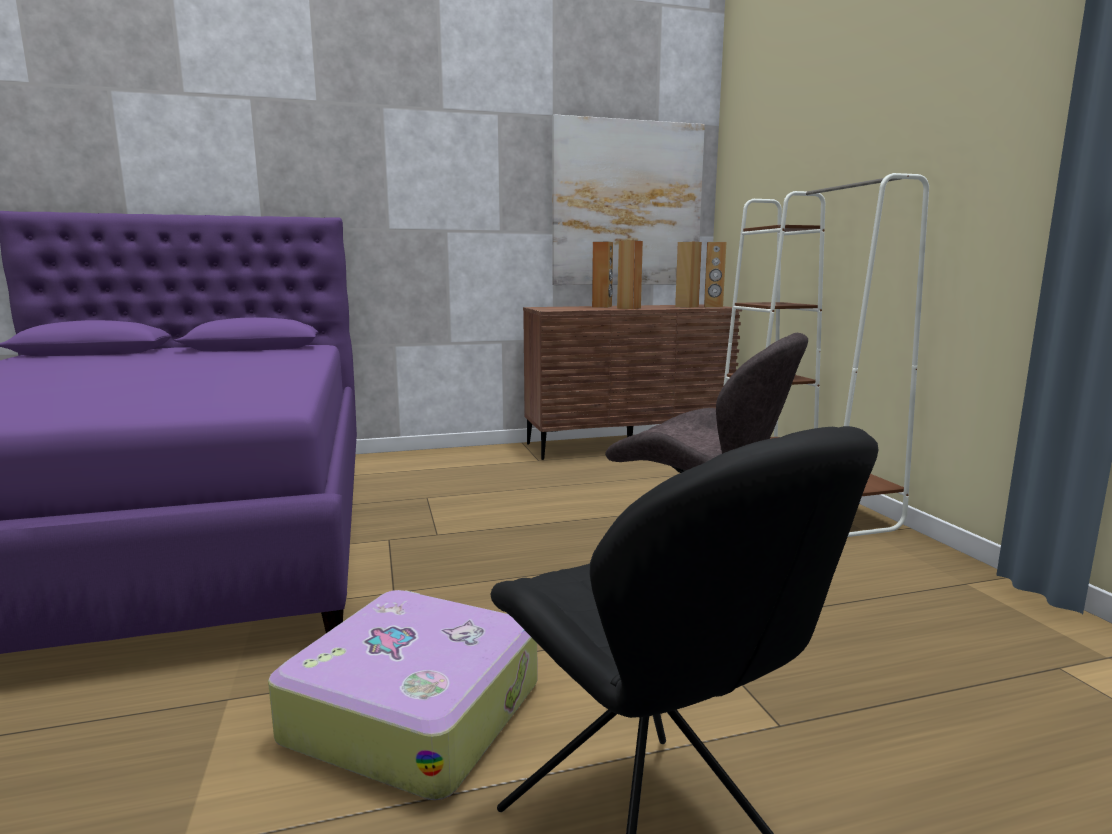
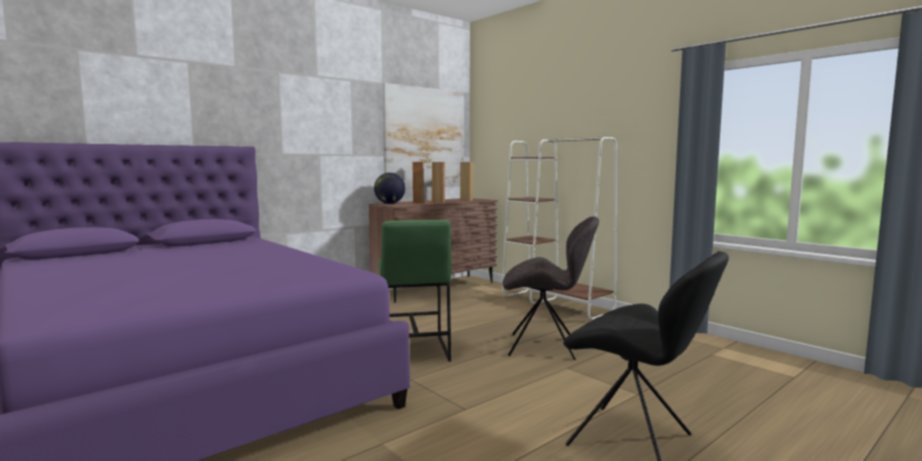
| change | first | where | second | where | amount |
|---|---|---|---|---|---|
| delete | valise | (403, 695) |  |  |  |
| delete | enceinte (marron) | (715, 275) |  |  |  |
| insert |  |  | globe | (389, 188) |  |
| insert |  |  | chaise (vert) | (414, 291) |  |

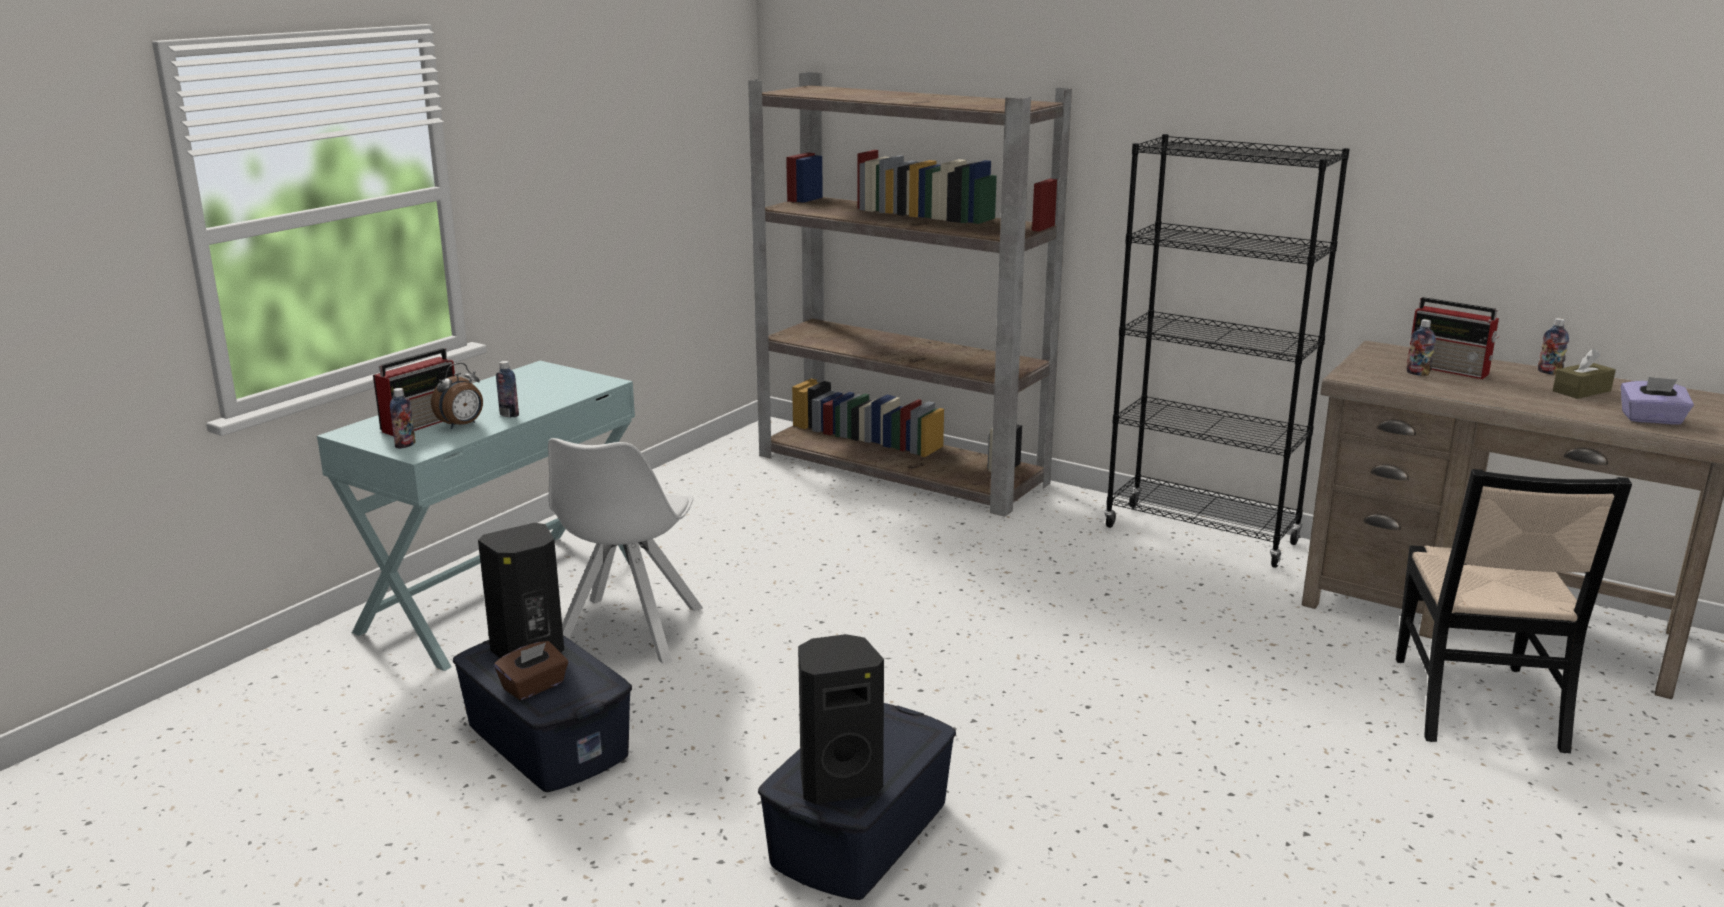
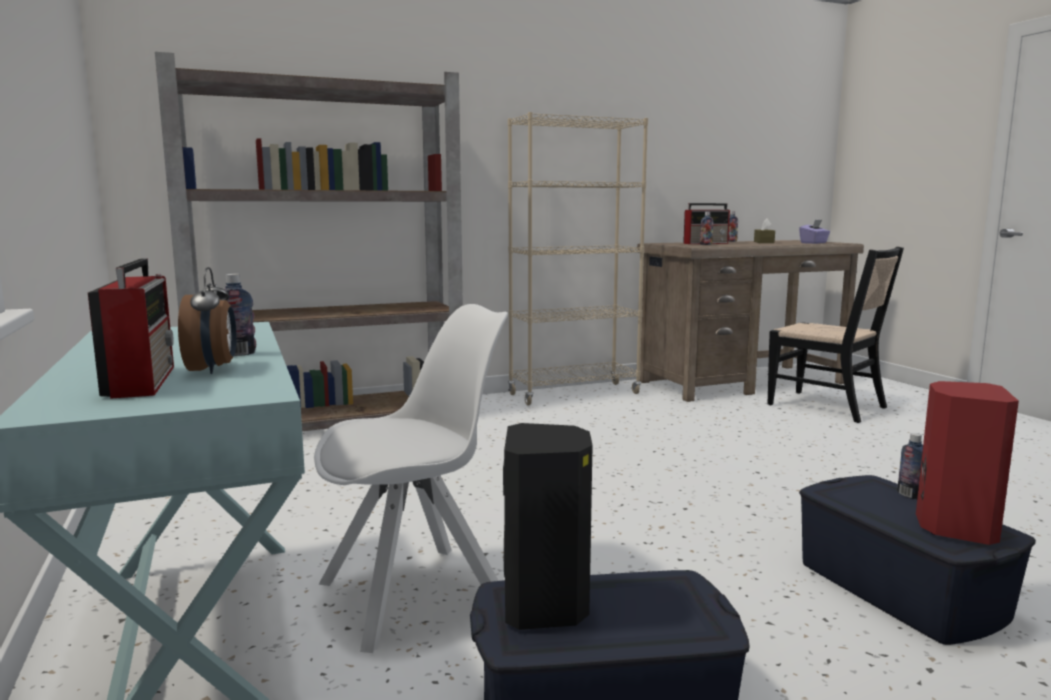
| change | first | where | second | where | amount |
|---|---|---|---|---|---|
| delete | boîte à mouchoirs (marron) | (531, 670) |  |  |  |
| move | bouteille | (402, 418) |  | (910, 466) |  |
| recolor | enceinte (noir) | (841, 719) | enceinte (rouge) | (967, 463) |  |
| recolor | bibliothèque (noir) | (1226, 351) | bibliothèque (beige) | (578, 259) |  |
| rotate | chaise (blanc) | (625, 551) |  | (411, 478) | 75 degrees counterclockwise |

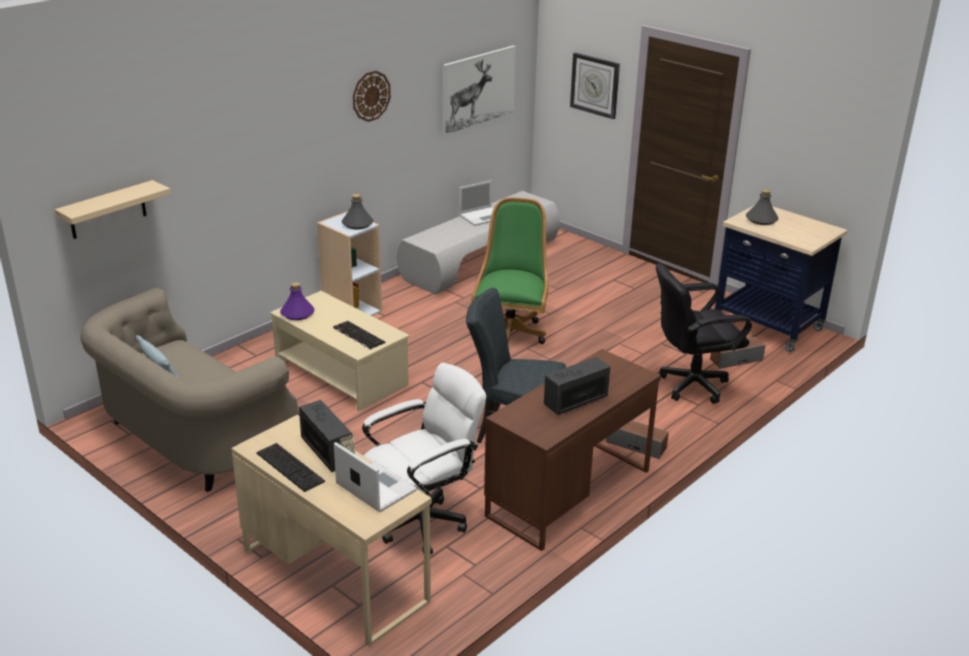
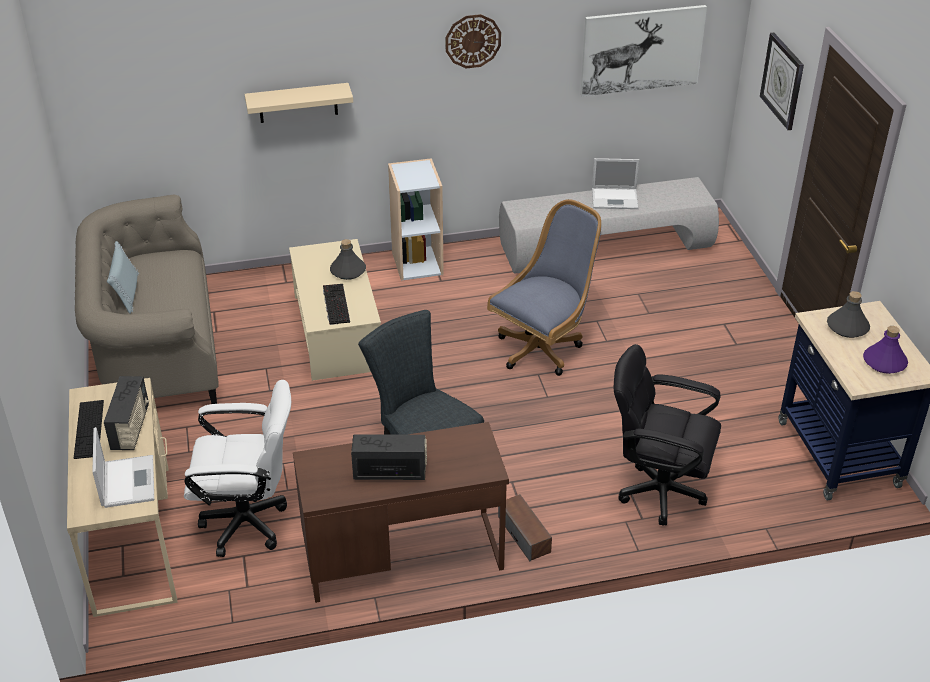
| change | first | where | second | where | amount |
|---|---|---|---|---|---|
| delete | enceinte | (737, 353) |  |  |  |
| move | étagère (beige) | (113, 209) |  | (299, 103) |  |
| move | bouteille (violet) | (297, 301) |  | (885, 350) |  |
| move | bouteille (gris) | (357, 211) |  | (348, 259) |  |
| recolor | chaise de bureau (vert) | (509, 270) | chaise de bureau (bleu) | (544, 287) |  |

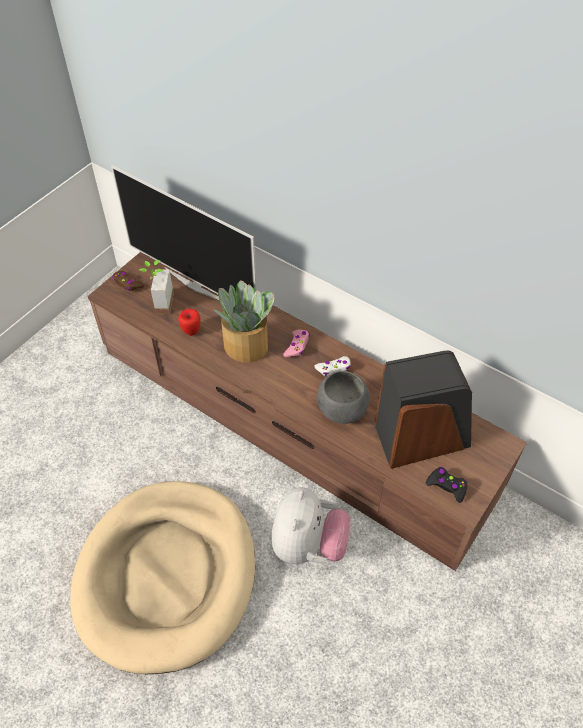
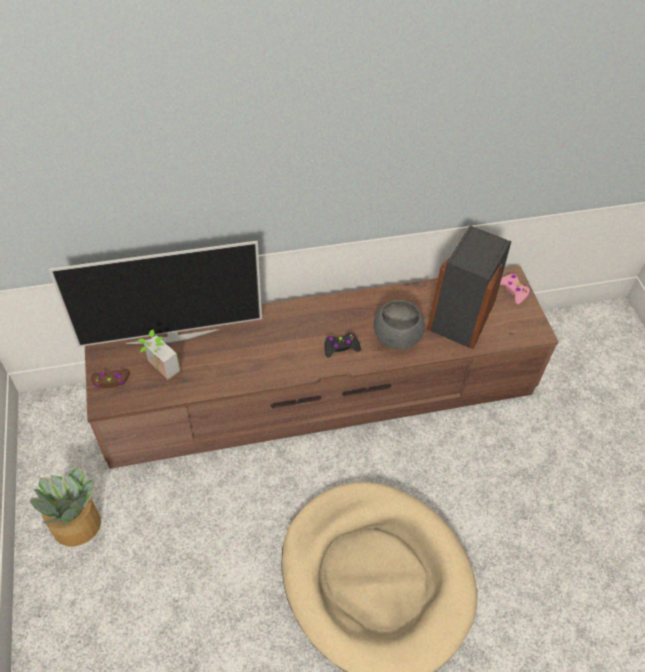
| change | first | where | second | where | amount |
|---|---|---|---|---|---|
| delete | pomme | (190, 322) |  |  |  |
| delete | peluche | (310, 525) |  |  |  |
| delete | manette (blanc) | (332, 366) |  |  |  |
| move | plante en pot | (244, 321) |  | (65, 506) |  |
| move | manette (rose) | (296, 343) |  | (515, 289) |  |
| move | manette (noir) | (447, 485) |  | (342, 344) |  |

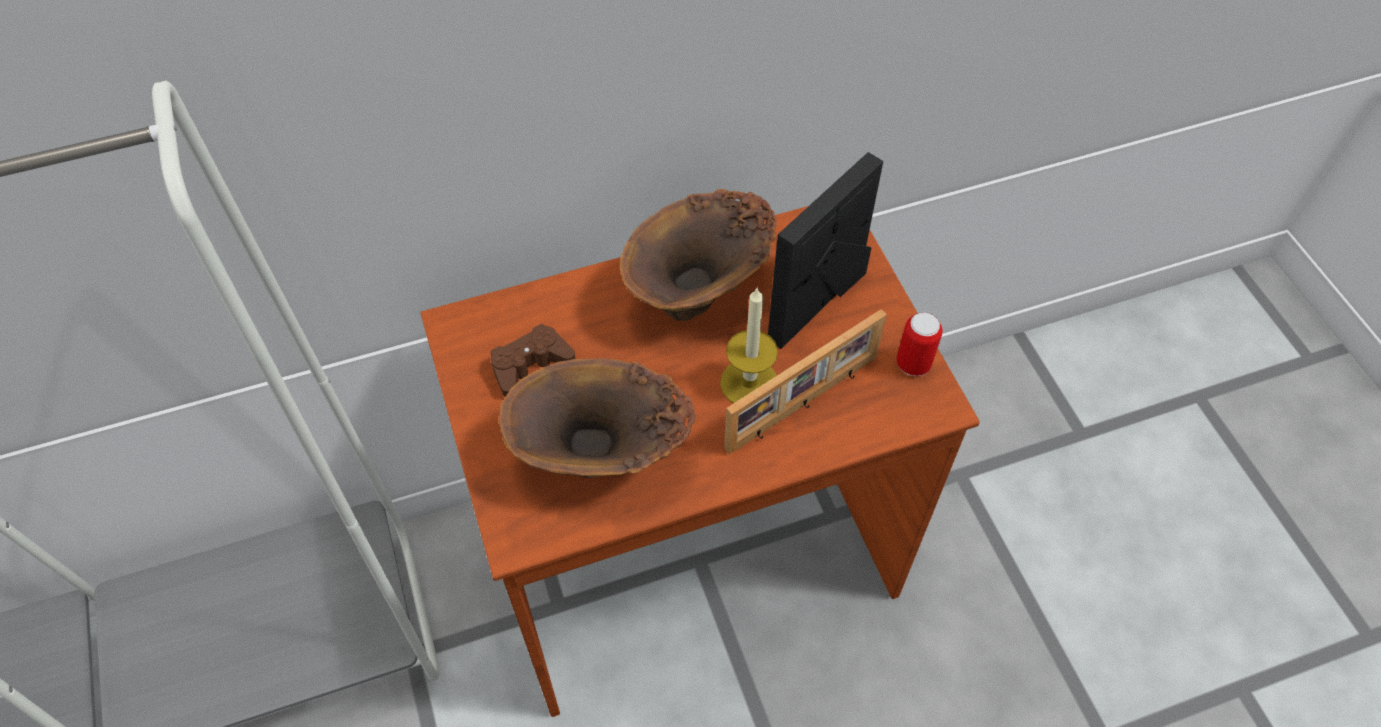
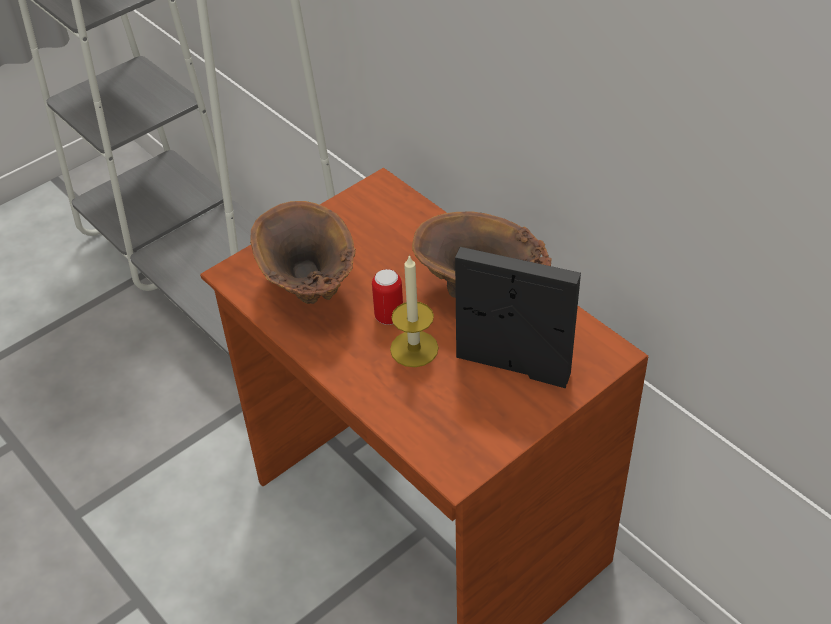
| change | first | where | second | where | amount |
|---|---|---|---|---|---|
| delete | manette (marron) | (533, 360) |  |  |  |
| delete | cadre photo | (805, 382) |  |  |  |
| move | boîte métallique | (919, 344) |  | (387, 297) |  |

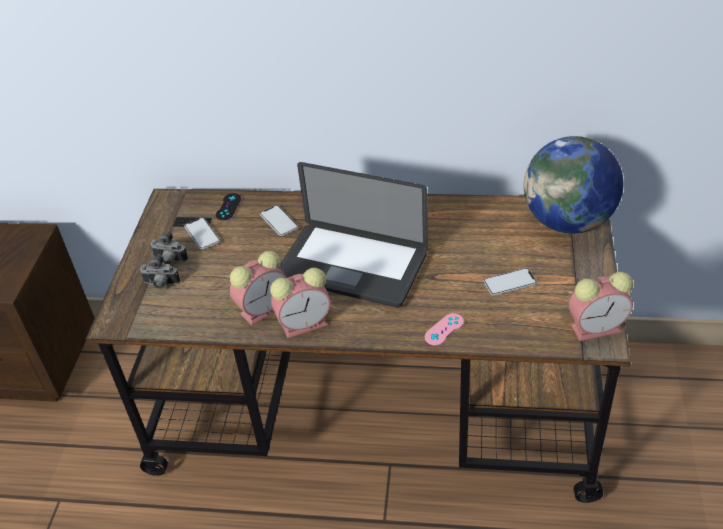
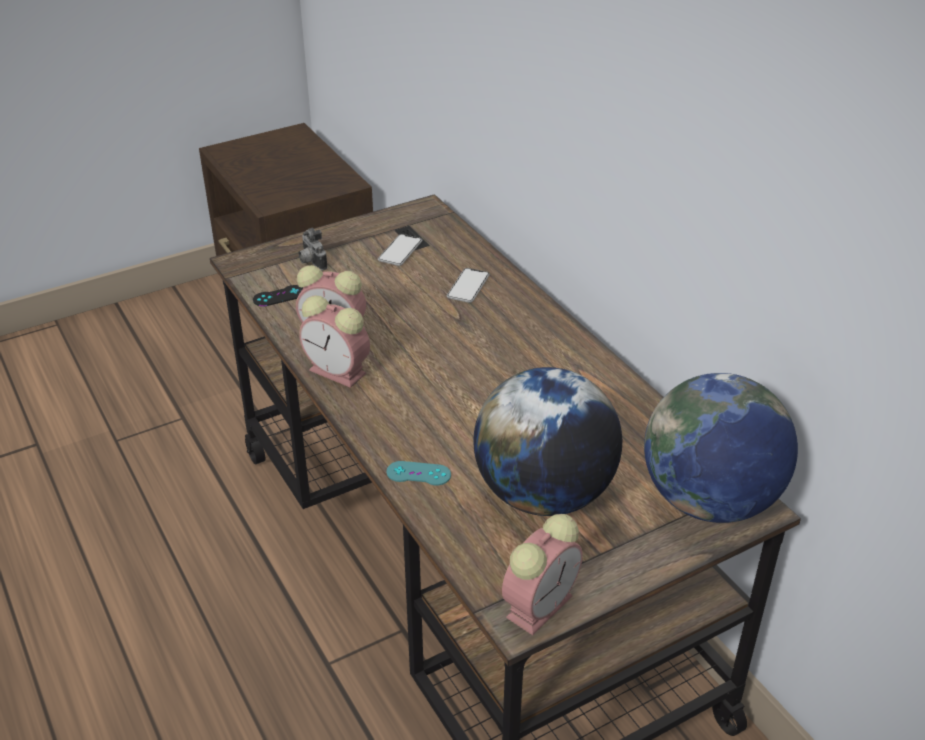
| change | first | where | second | where | amount |
|---|---|---|---|---|---|
| delete | appareil photo | (169, 248) |  |  |  |
| delete | ordinateur portable | (353, 235) |  |  |  |
| move | manette (noir) | (228, 206) |  | (278, 295) |  |
| replace | téléphone | (510, 282) | globe | (547, 441) |  |
| recolor | manette (rose) | (444, 329) | manette (turquoise) | (418, 473) |  |
| rotate | réveil | (601, 306) |  | (542, 574) | 90 degrees counterclockwise |

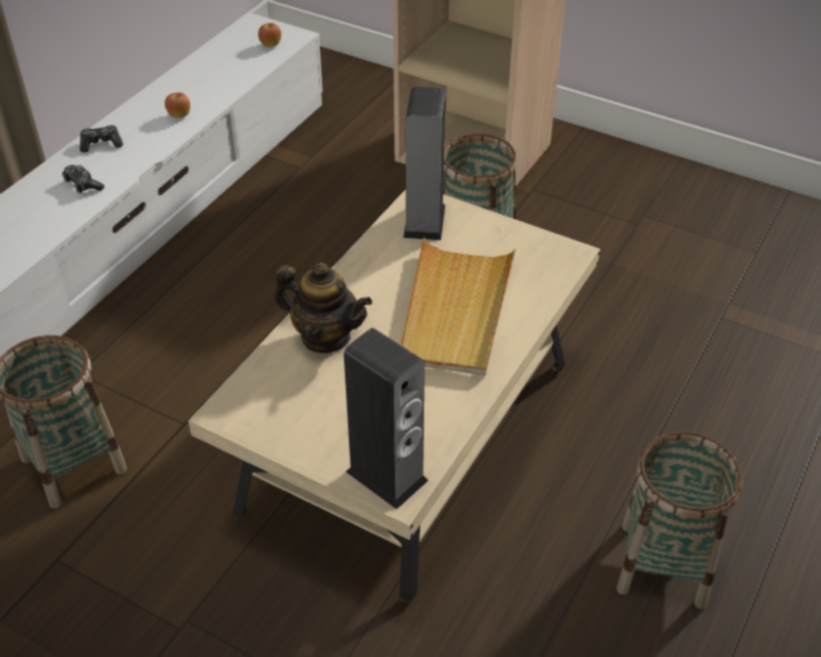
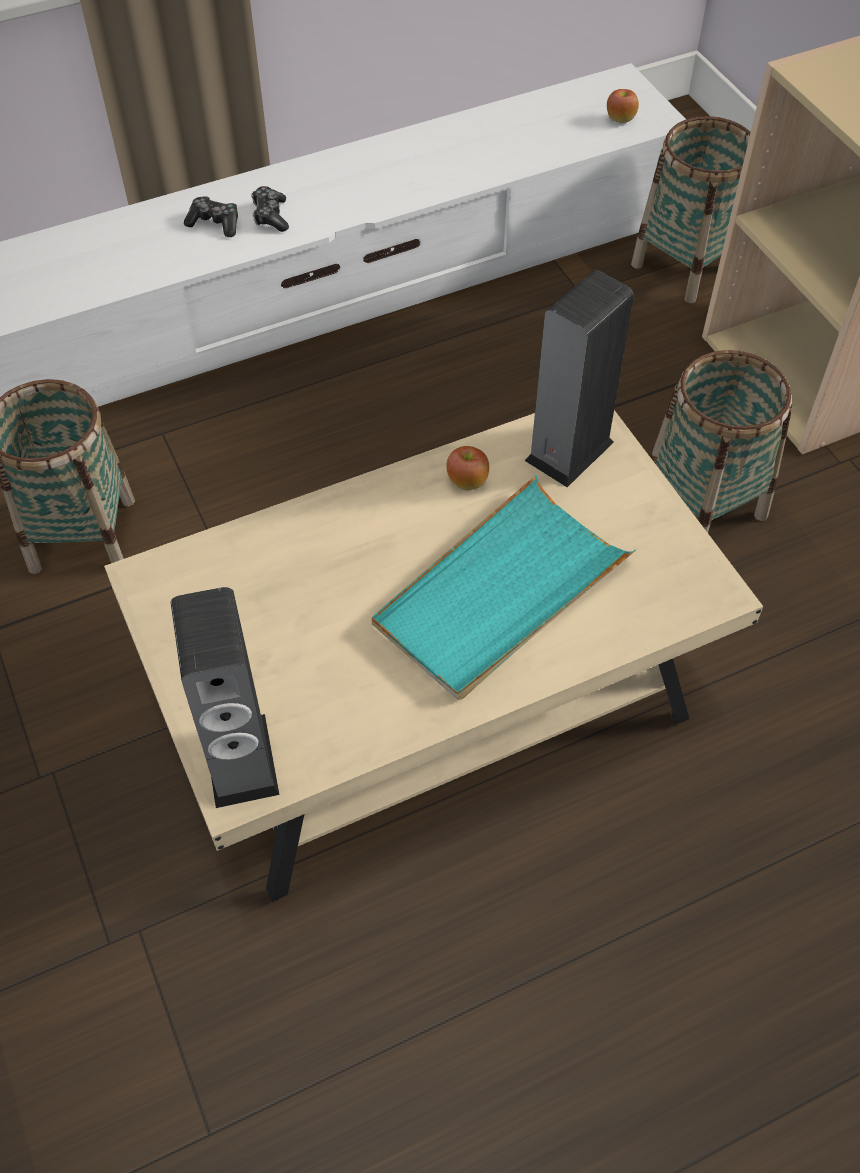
| change | first | where | second | where | amount |
|---|---|---|---|---|---|
| delete | théière | (323, 307) |  |  |  |
| move | manette | (101, 139) |  | (211, 216) |  |
| move | pomme | (177, 105) |  | (467, 468) |  |
| move | panier | (679, 520) |  | (691, 209) |  |
| recolor | plateau (beige) | (458, 307) | plateau (turquoise) | (504, 587) |  |

